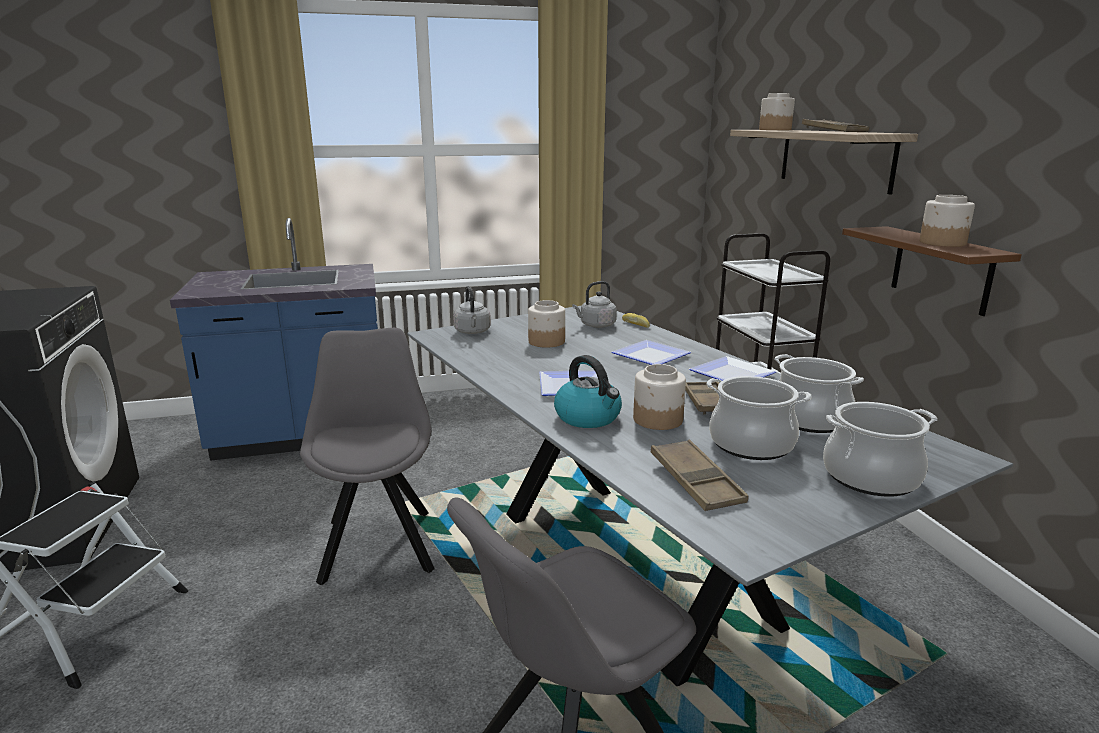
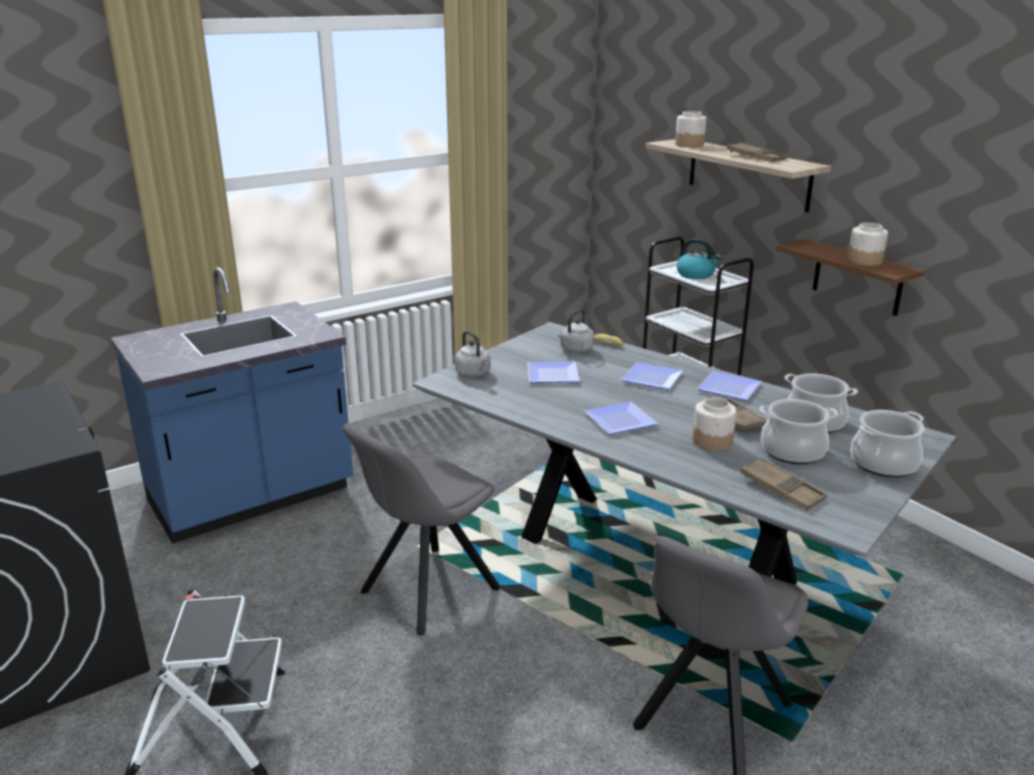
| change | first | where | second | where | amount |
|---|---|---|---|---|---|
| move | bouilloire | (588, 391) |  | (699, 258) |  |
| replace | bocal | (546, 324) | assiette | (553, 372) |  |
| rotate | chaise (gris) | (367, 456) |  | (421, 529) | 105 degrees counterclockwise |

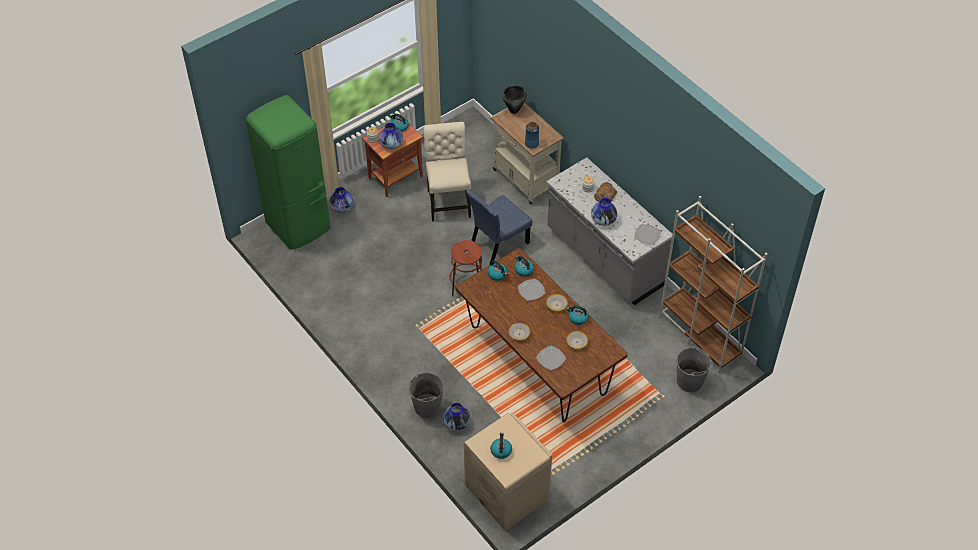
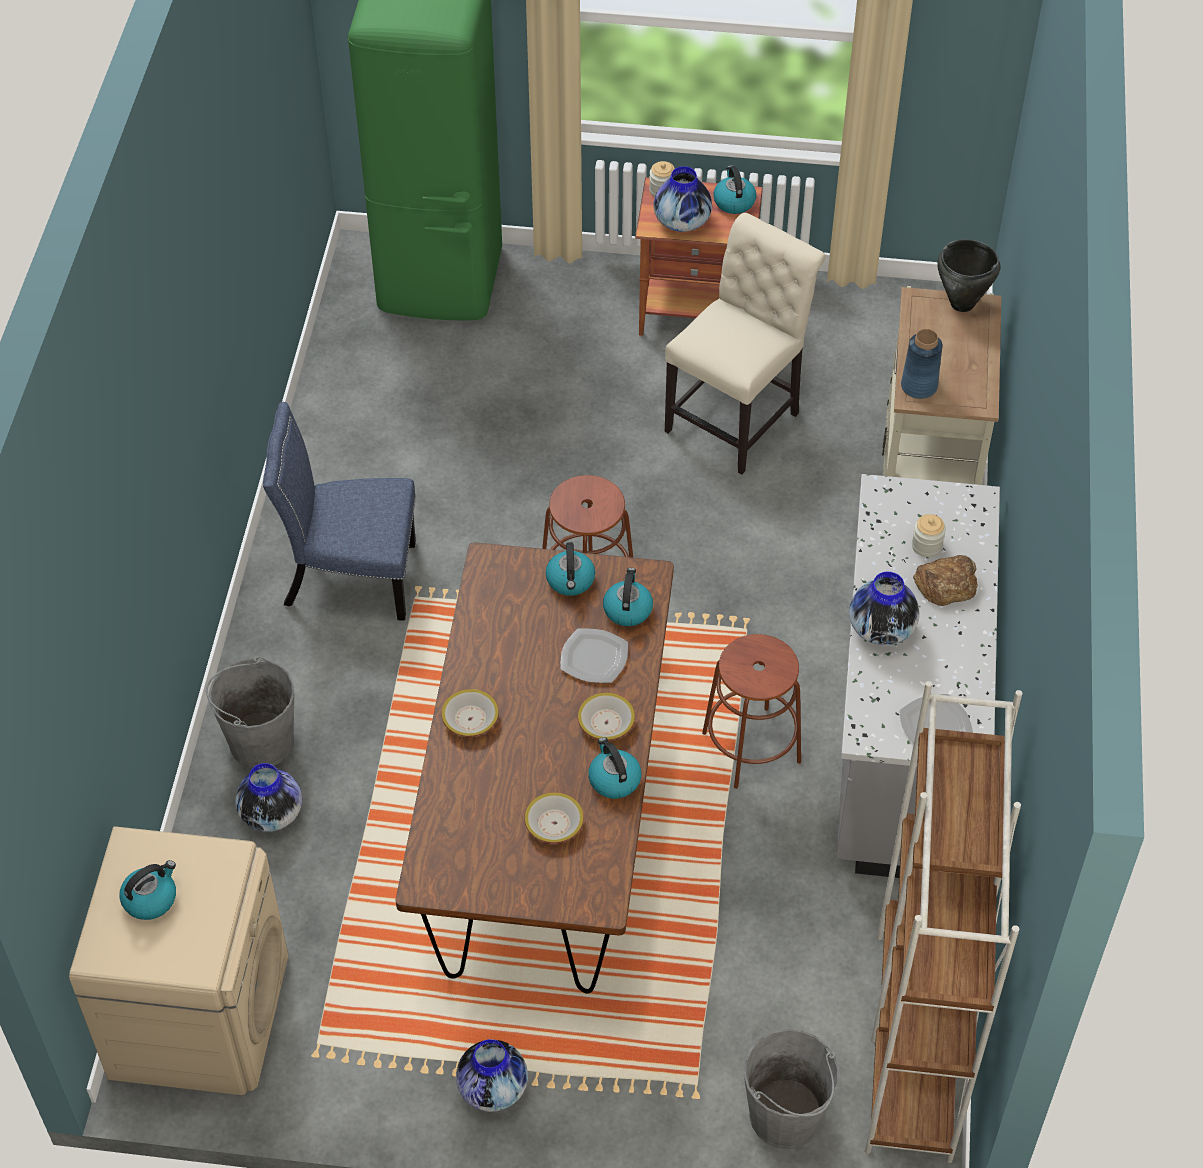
| change | first | where | second | where | amount |
|---|---|---|---|---|---|
| delete | assiette | (551, 357) |  |  |  |
| insert |  |  | tabouret (marron) | (751, 711) |  |
| move | vase | (342, 200) |  | (492, 1075) |  |
| move | chaise (bleu) | (499, 227) |  | (339, 511) |  |

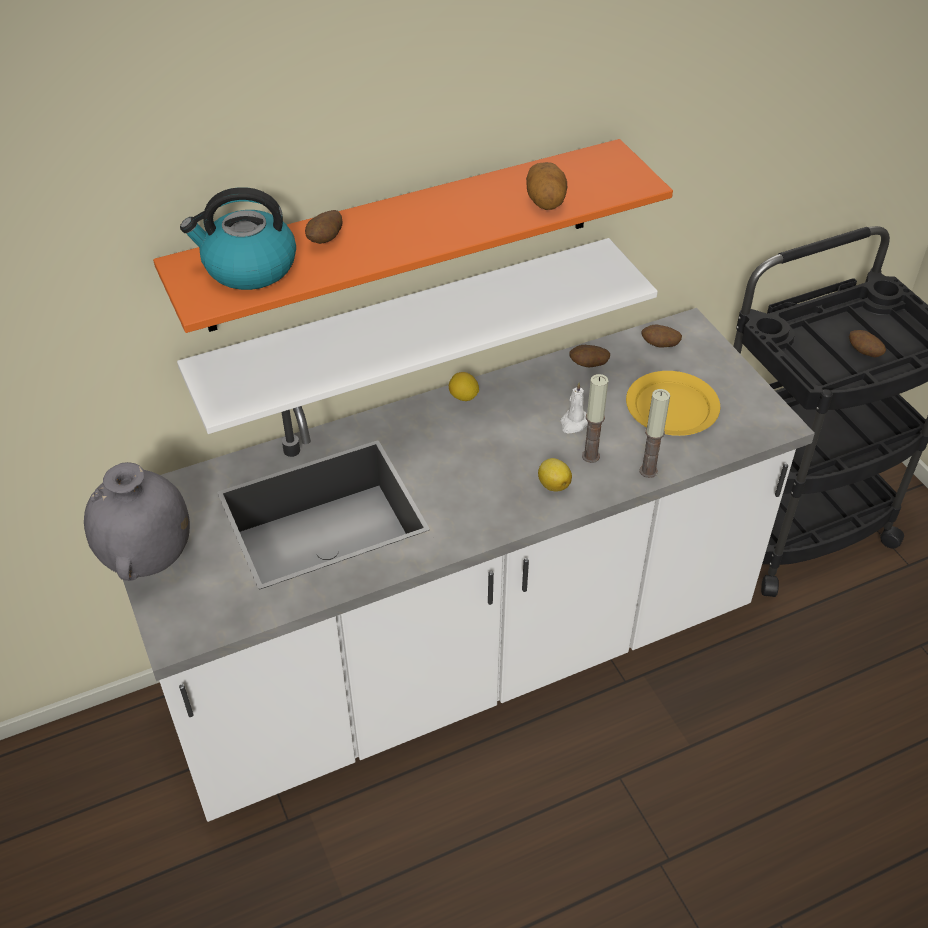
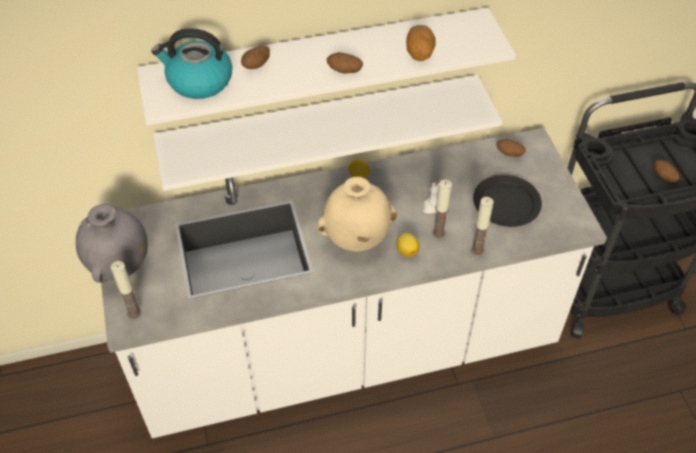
| change | first | where | second | where | amount |
|---|---|---|---|---|---|
| insert |  |  | bougie | (126, 290) |  |
| insert |  |  | vase (beige) | (357, 214) |  |
| move | pomme de terre | (590, 356) |  | (345, 62) |  |
| recolor | étagère (orange) | (413, 236) | étagère (blanc) | (326, 66) |  |
| recolor | assiette (jaune) | (673, 403) | assiette (noir) | (507, 201) |  |

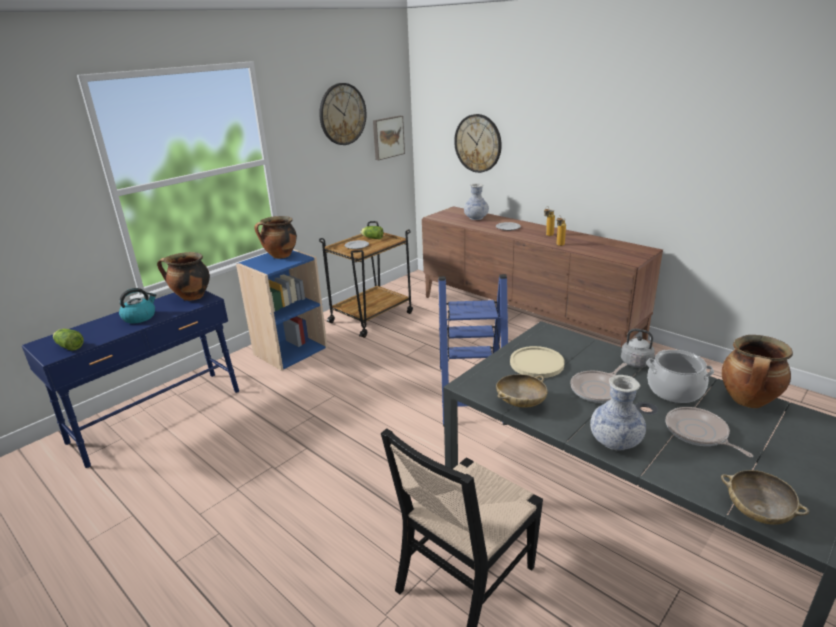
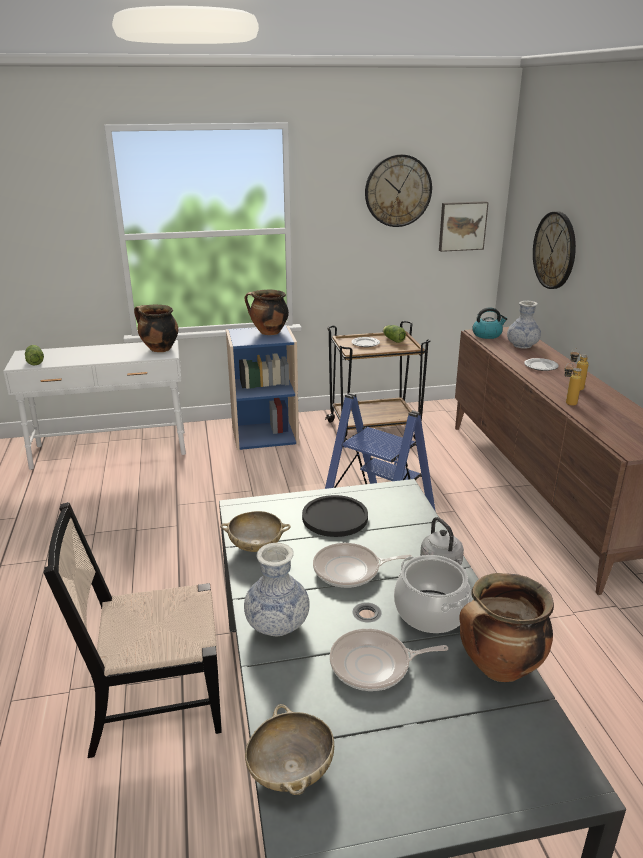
| change | first | where | second | where | amount |
|---|---|---|---|---|---|
| move | bouilloire | (137, 305) |  | (489, 323) |  |
| recolor | table console (bleu) | (130, 379) | table console (blanc) | (94, 405) |  |
| recolor | assiette (beige) | (537, 362) | assiette (noir) | (335, 516) |  |
| rotate | poêle | (709, 432) |  | (389, 660) | 105 degrees counterclockwise |

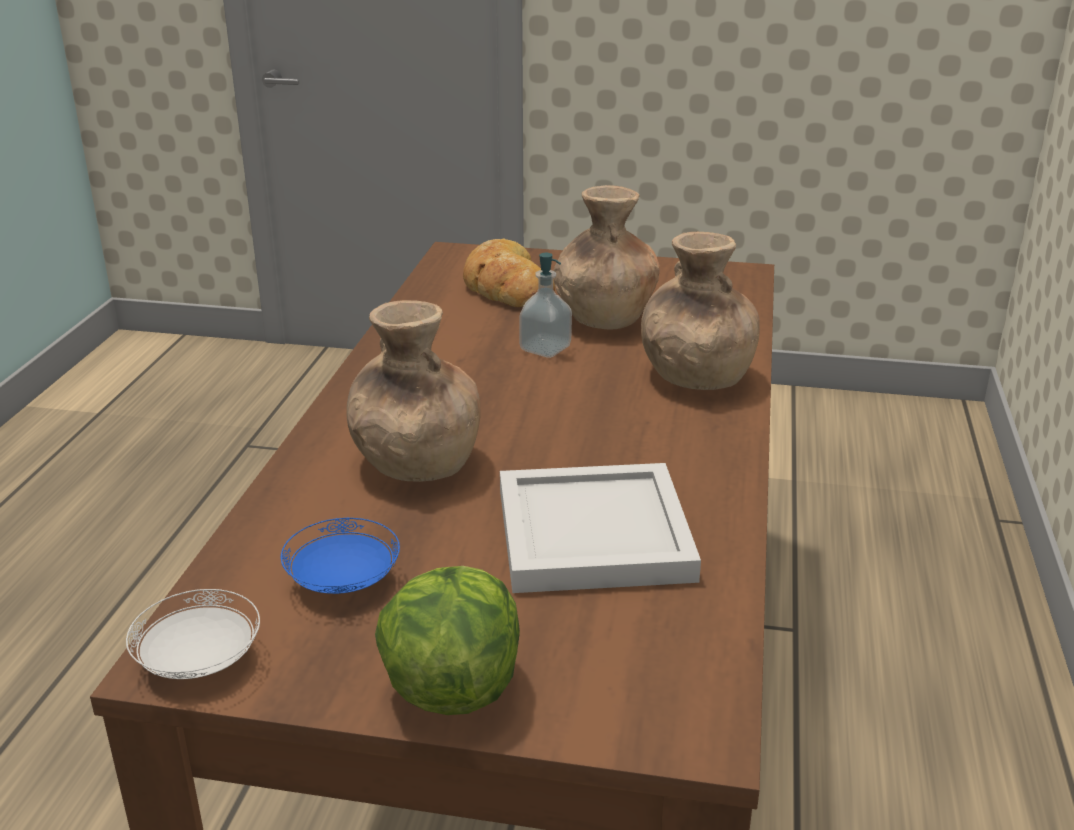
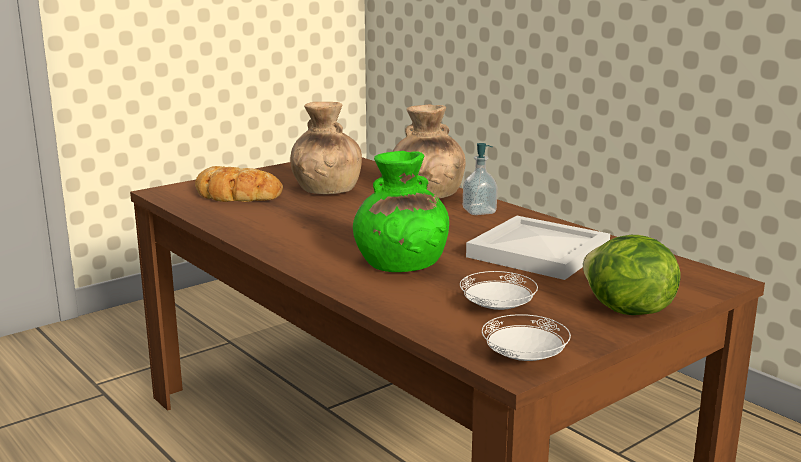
| change | first | where | second | where | amount |
|---|---|---|---|---|---|
| move | distributeur de savon | (545, 305) |  | (480, 179) |  |
| recolor | assiette (bleu) | (340, 556) | assiette (blanc) | (499, 290) |  |
| recolor | vase (marron) | (413, 391) | vase (vert) | (401, 211) |  |

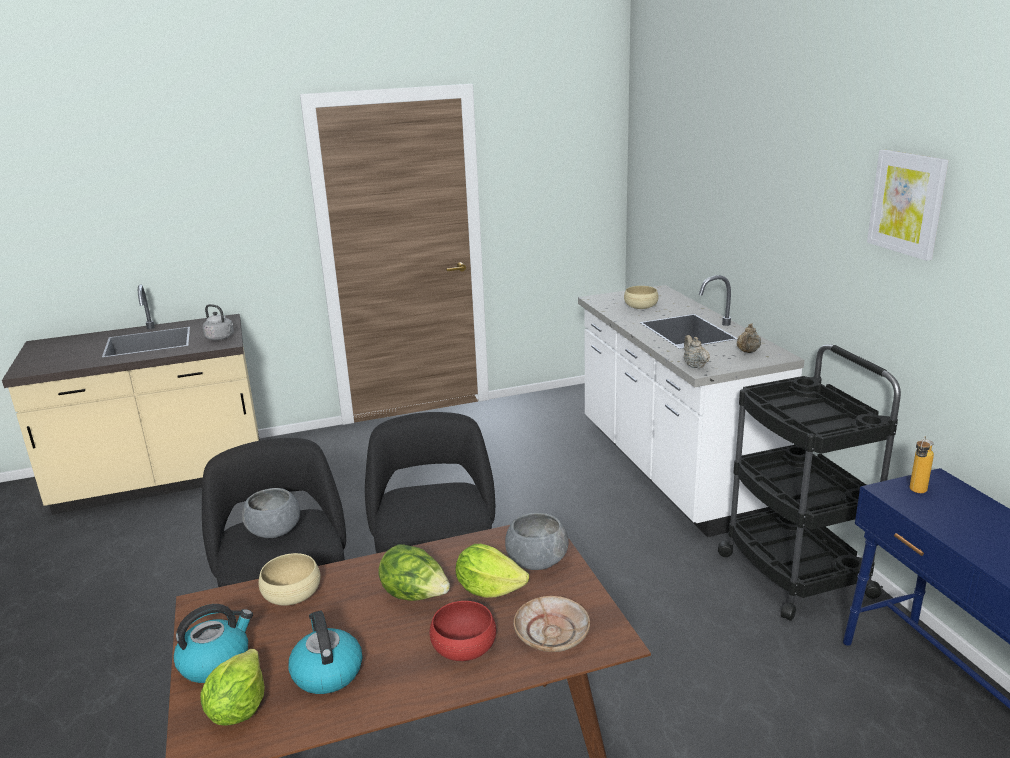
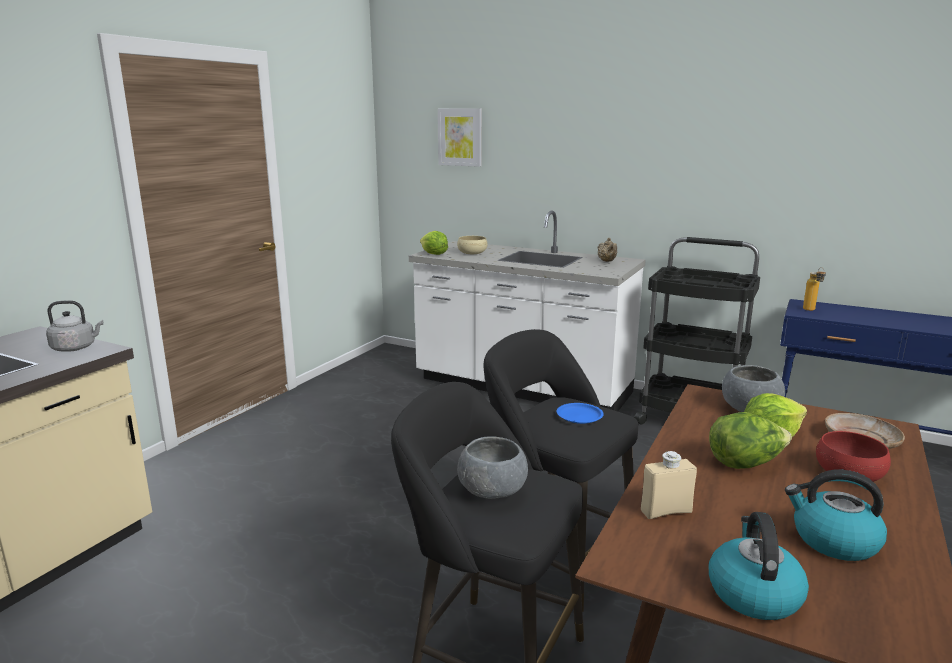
| change | first | where | second | where | amount |
|---|---|---|---|---|---|
| delete | théière (beige) | (697, 351) |  |  |  |
| insert |  |  | assiette (bleu) | (580, 413) |  |
| move | laitue | (233, 687) |  | (434, 243) |  |
| move | tableau | (908, 205) |  | (460, 137) |  |
| replace | bol (beige) | (289, 579) | bouteille (beige) | (669, 485) |  |

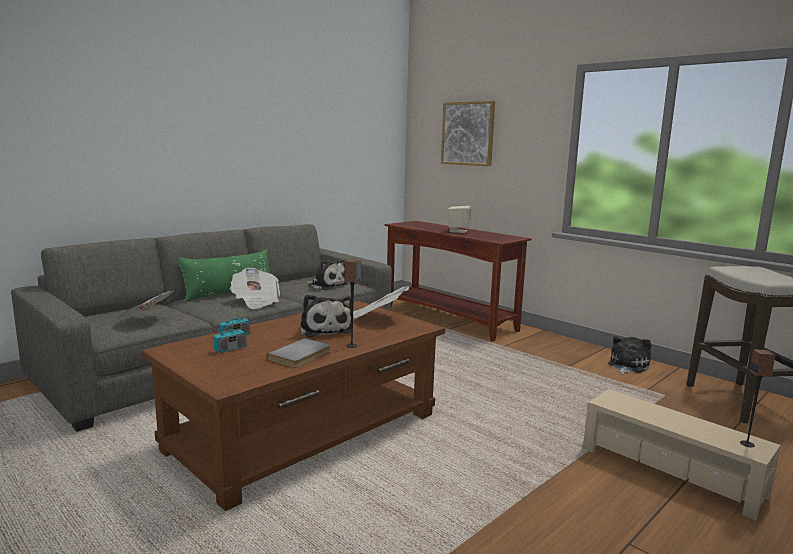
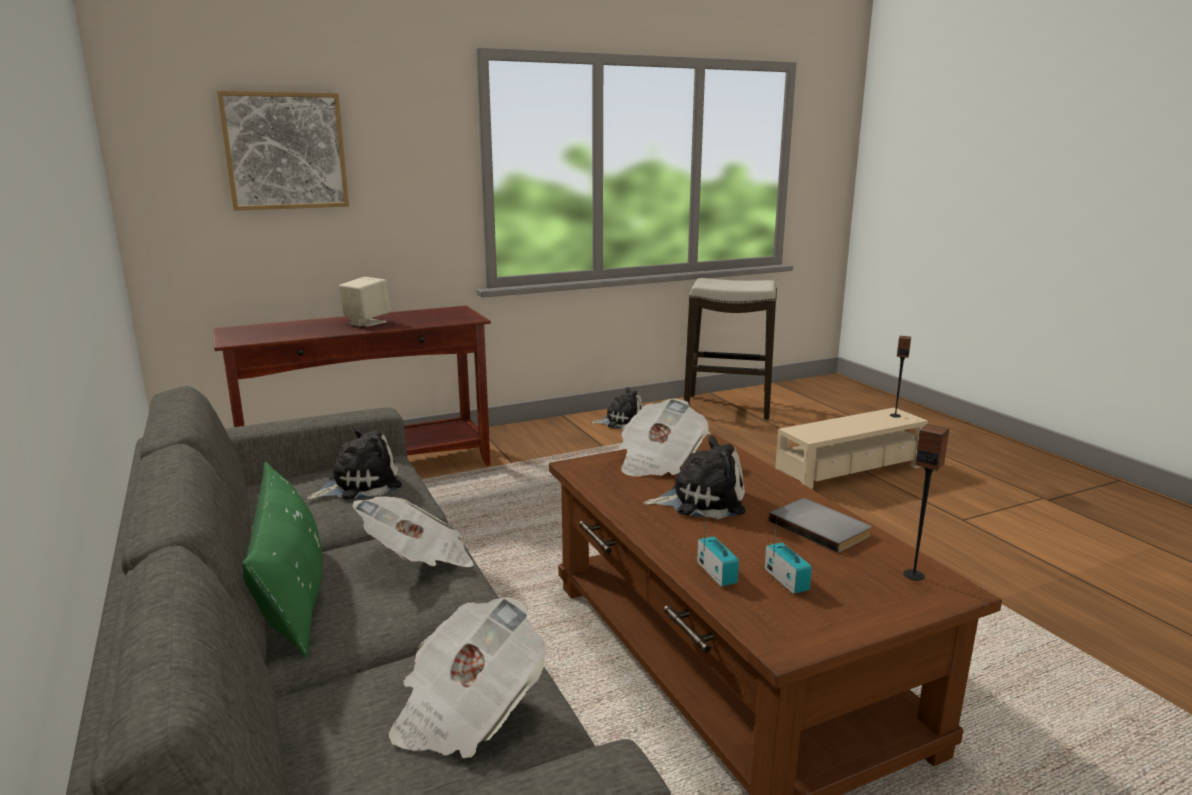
| change | first | where | second | where | amount |
|---|---|---|---|---|---|
| move | enceinte | (352, 303) |  | (926, 502) |  |
| rotate | peluche | (629, 355) |  | (616, 407) | 120 degrees clockwise |

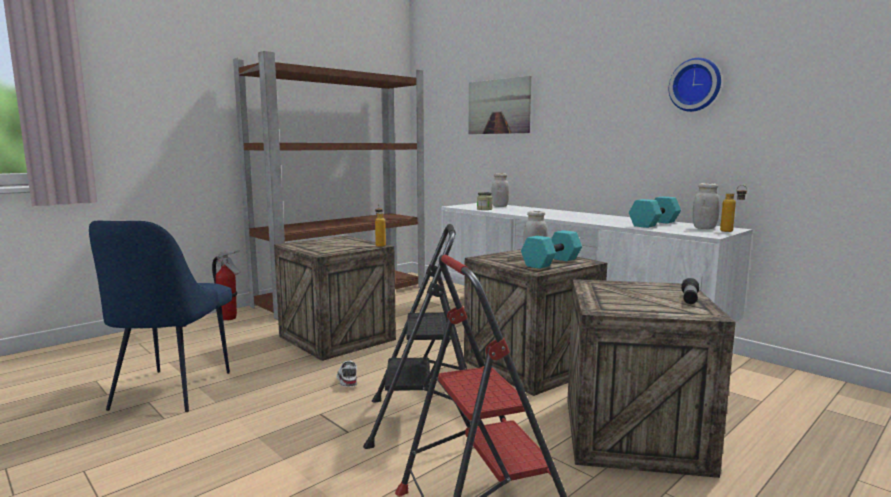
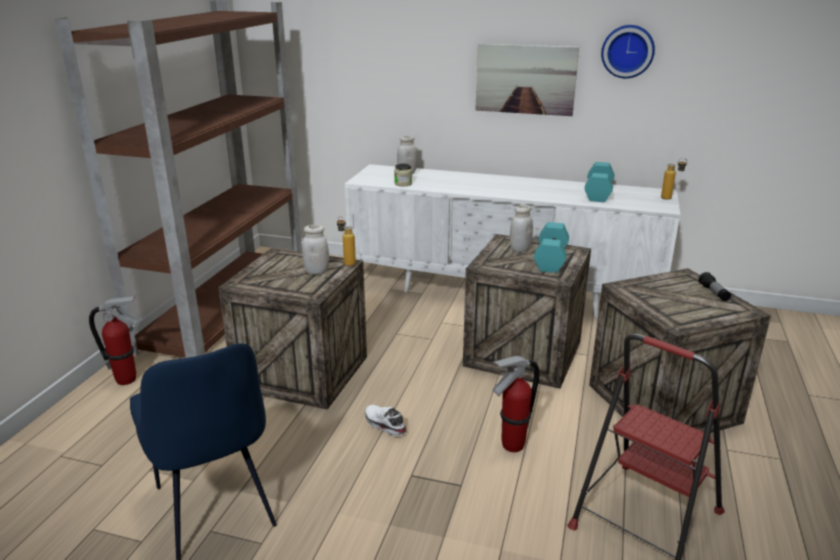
| change | first | where | second | where | amount |
|---|---|---|---|---|---|
| move | tableau | (499, 105) |  | (527, 79) |  |
| move | bocal (blanc) | (706, 206) |  | (315, 250) |  |
| replace | escabeau (noir) | (415, 336) | extincteur | (516, 404) |  |

